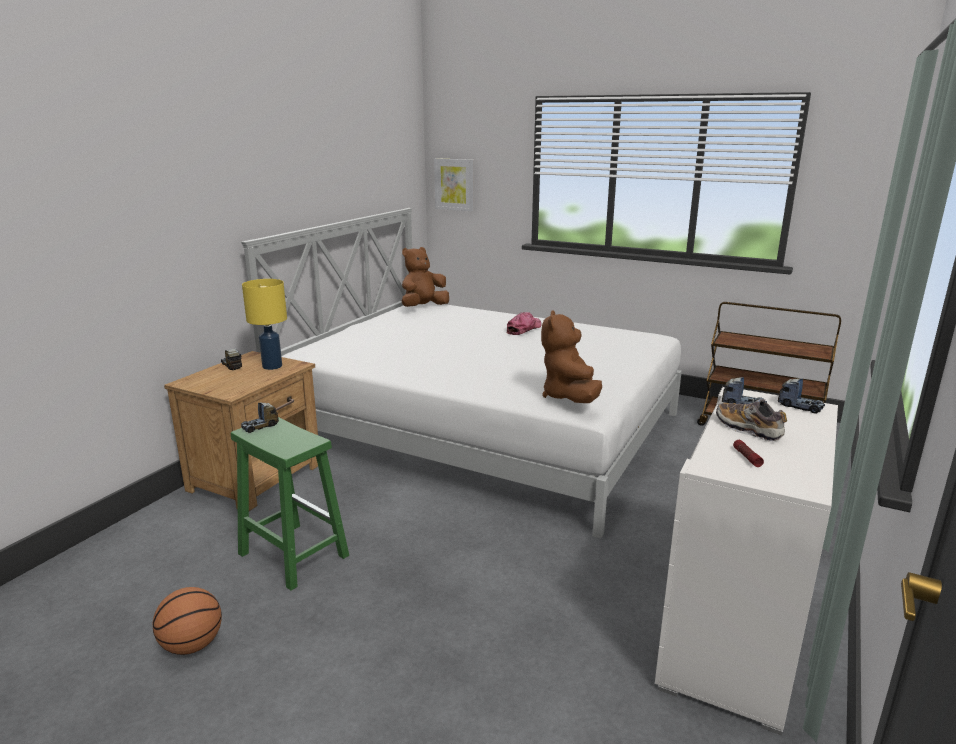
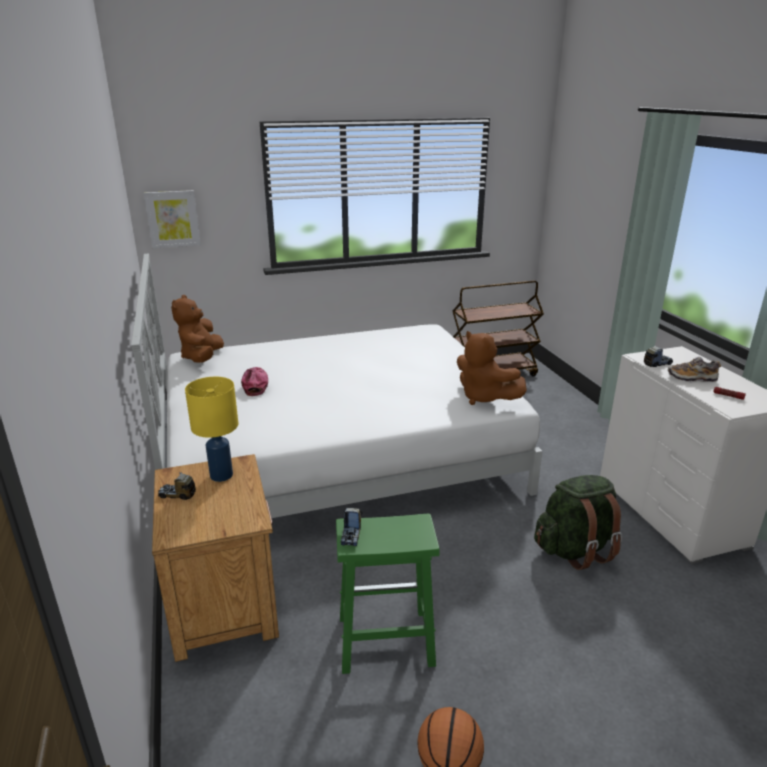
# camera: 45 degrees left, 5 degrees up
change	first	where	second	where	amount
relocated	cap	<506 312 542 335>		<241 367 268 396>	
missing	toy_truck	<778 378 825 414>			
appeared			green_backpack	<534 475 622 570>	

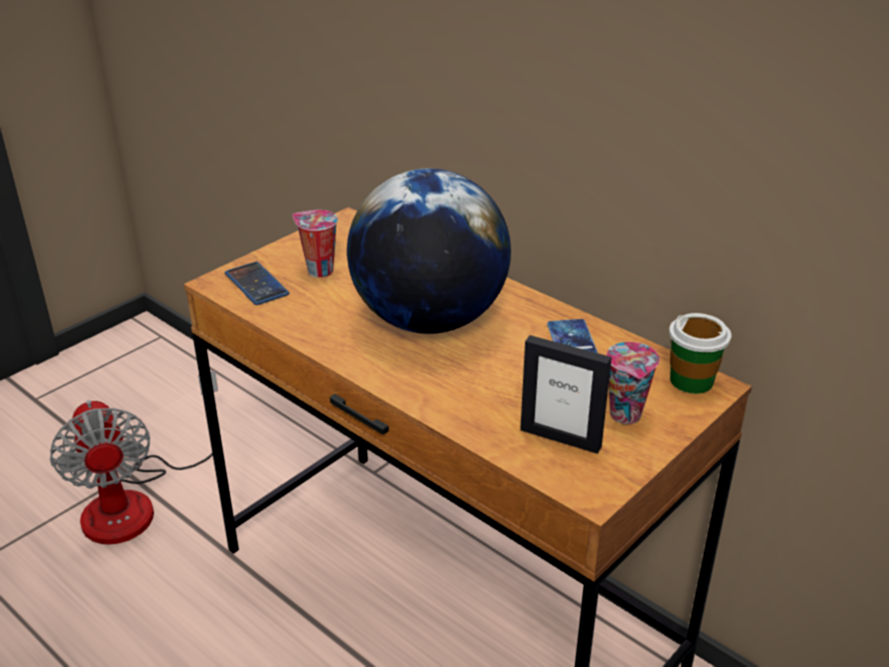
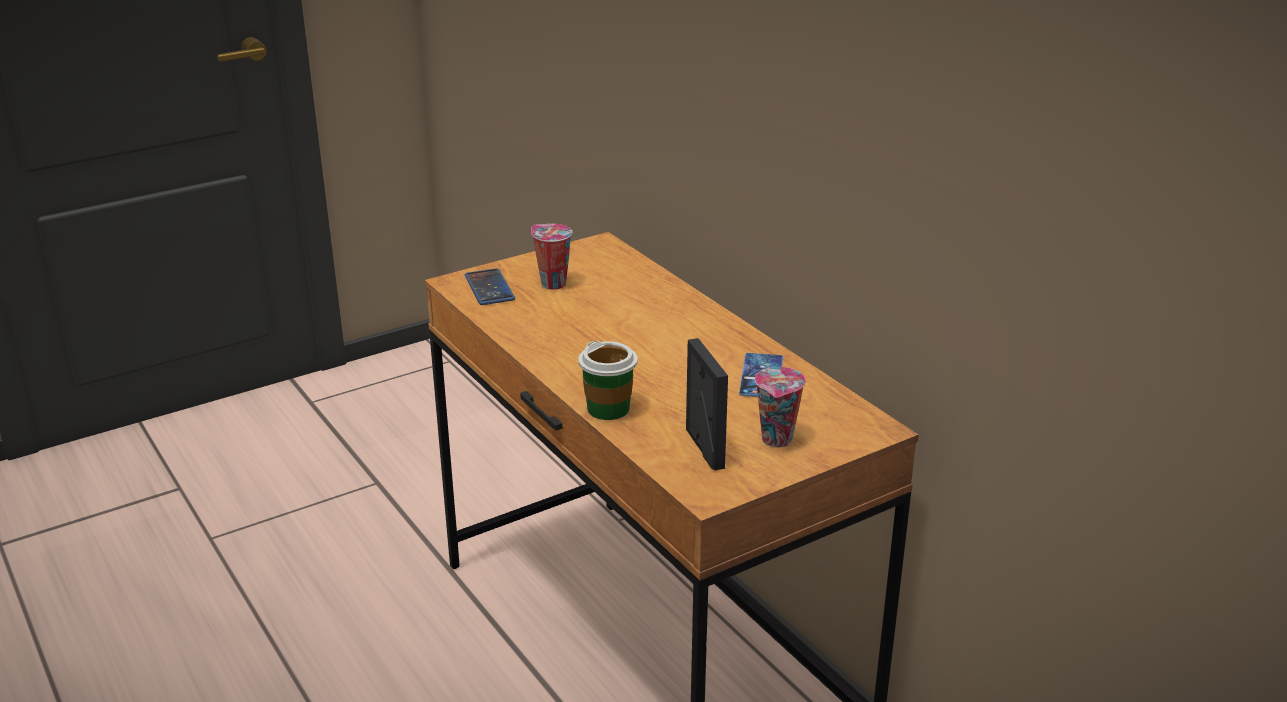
# camera: 15 degrees right, 5 degrees down
change	first	where	second	where	amount
missing	globe	<347 169 511 334>			
relocated	cup	<669 313 732 394>		<578 341 638 420>	
spun	picture_frame	<520 335 612 454>		<686 338 728 471>	150 degrees counterclockwise
missing	fan	<50 371 218 544>			

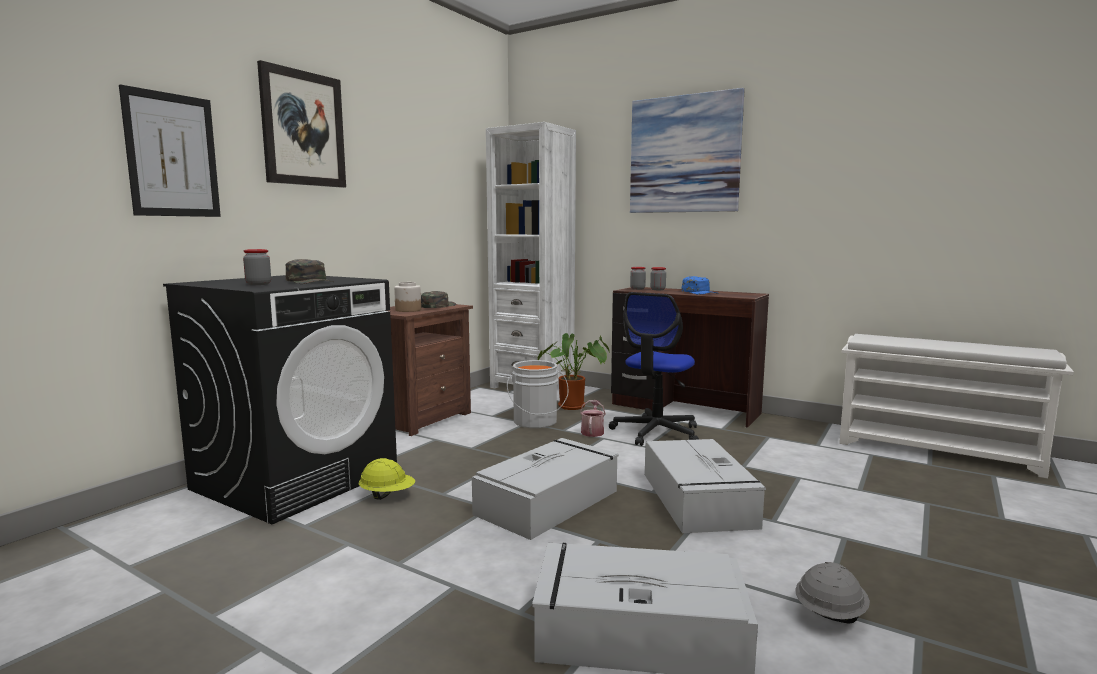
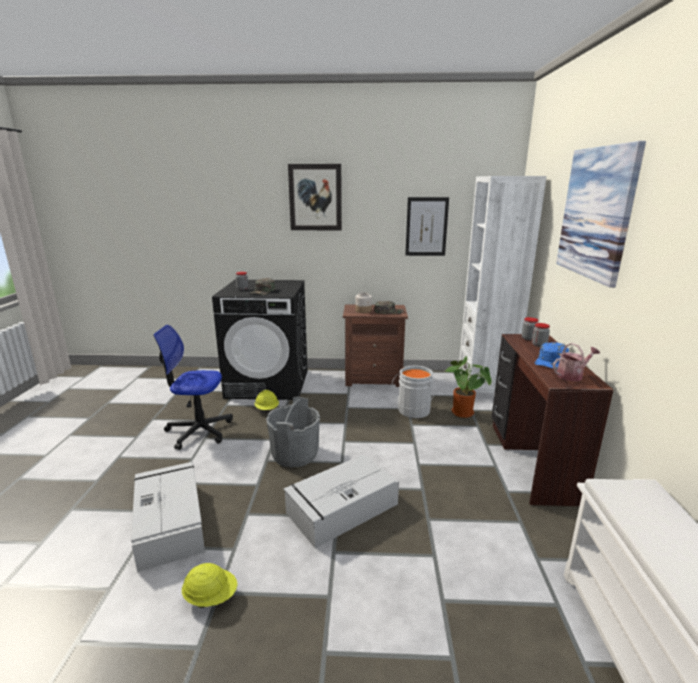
# camera: 60 degrees right, 10 degrees up
change	first	where	second	where	amount
relocated	picture	<119 84 221 217>		<405 197 449 256>	
relocated	office_chair	<609 292 699 446>		<153 325 233 450>	
relocated	watering_can	<580 400 606 437>		<553 343 600 381>	
exchanged	grey_storage_box	<472 438 619 540>	grey_bucket	<266 397 320 467>	
colour	grey_hard_hat	<795 562 870 623>	yellow_hard_hat	<182 563 237 608>	

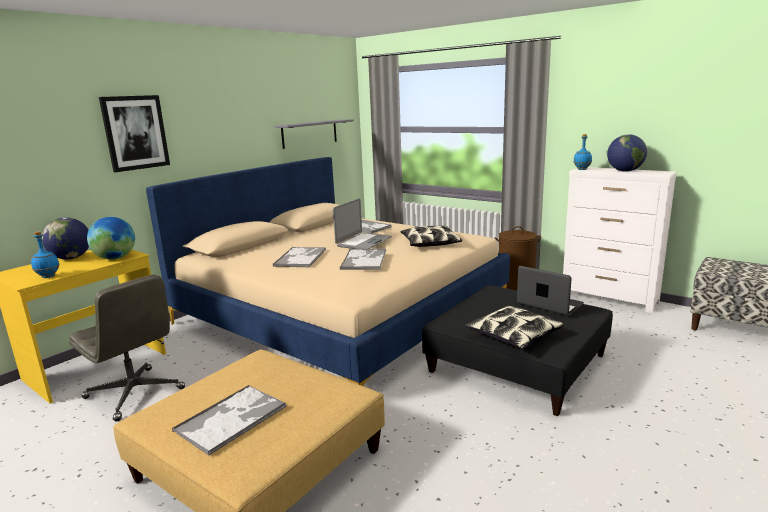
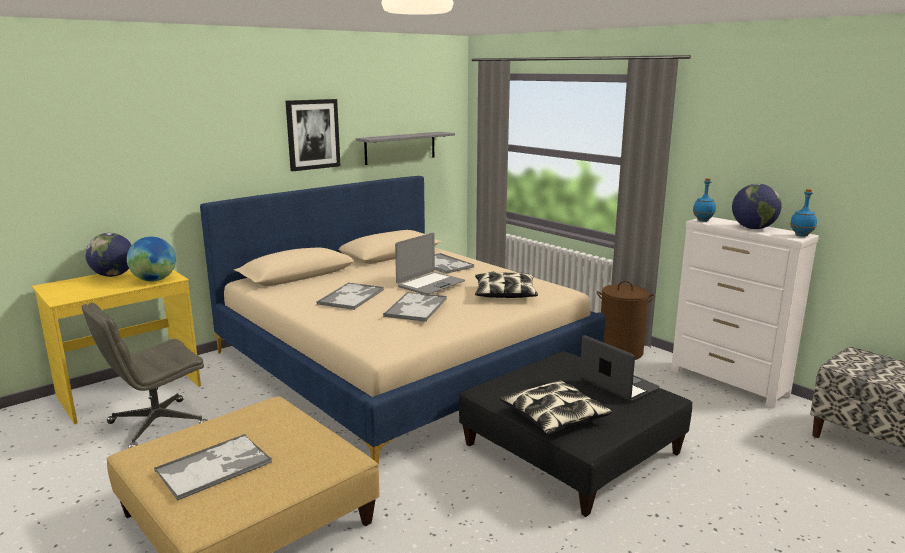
# camera: 10 degrees right, 0 degrees up
change	first	where	second	where	amount
relocated	picture	<99 95 170 172>		<286 99 341 171>	
relocated	blue_bottle	<31 231 59 278>		<790 189 817 237>	
spun	grey_office_chair	<69 275 185 422>		<82 303 208 448>	90 degrees clockwise

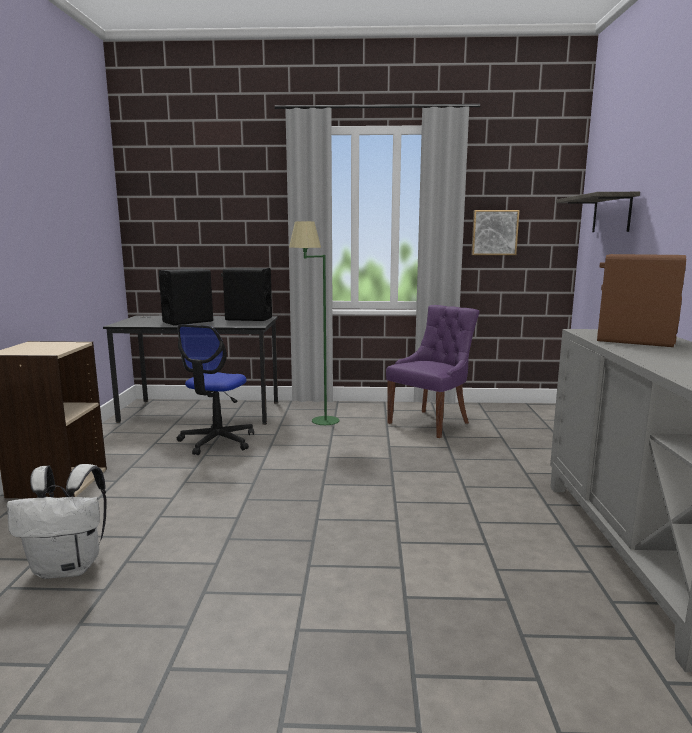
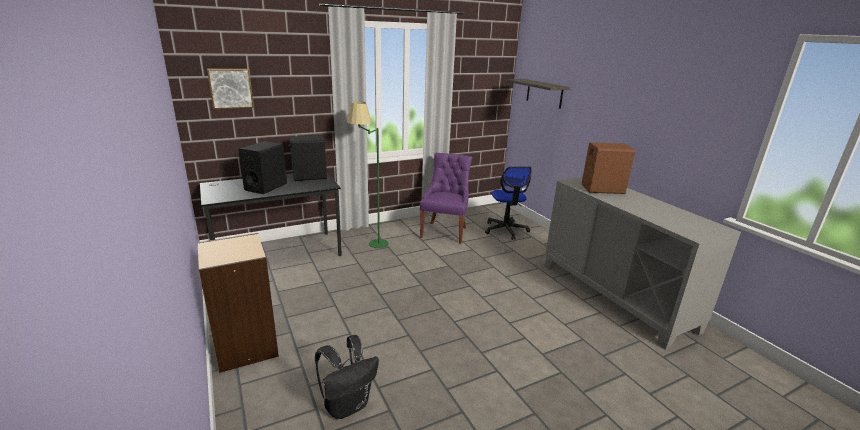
# camera: 30 degrees left, 10 degrees up
change	first	where	second	where	amount
relocated	picture	<471 210 519 255>		<207 69 254 110>	
relocated	office_chair	<177 324 254 455>		<485 166 531 240>	
colour	white_backpack	<7 464 107 579>	black_backpack	<315 335 379 419>	

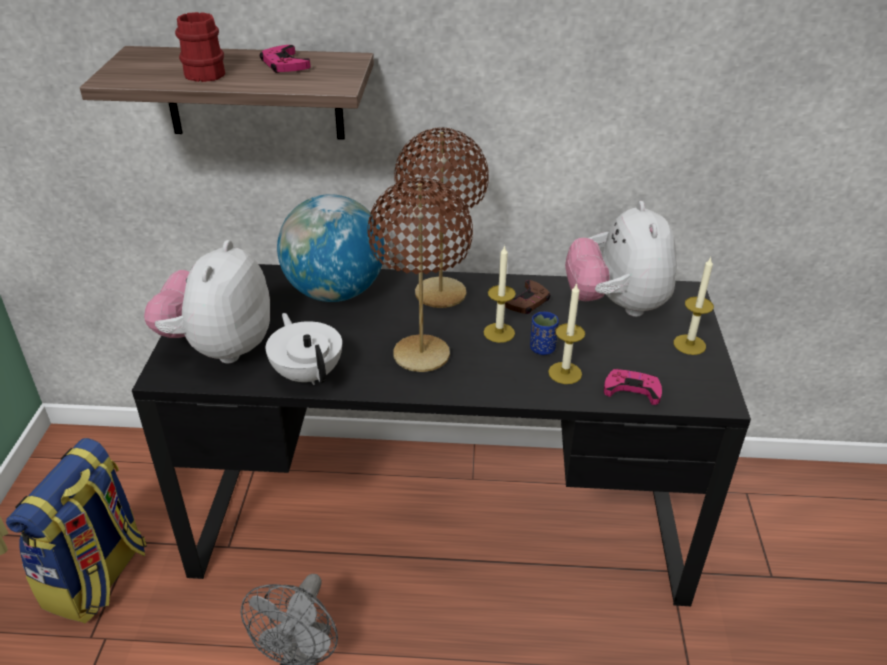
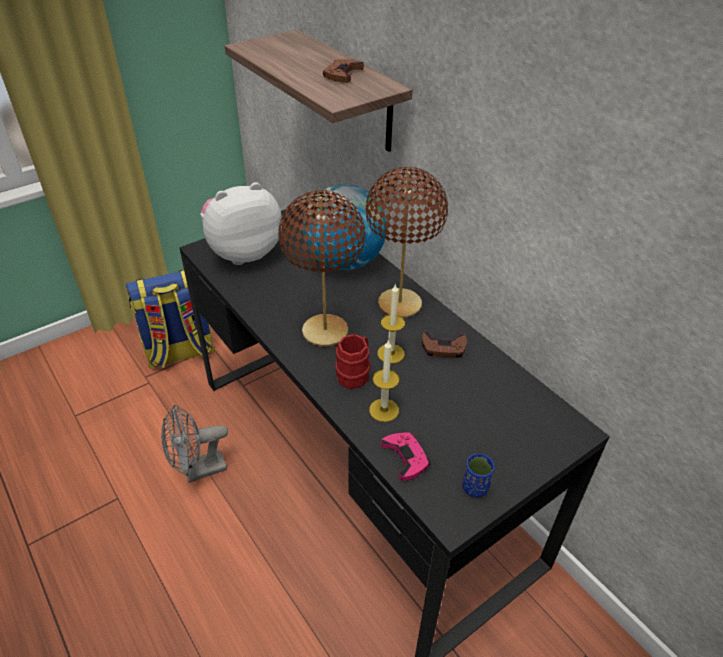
# camera: 50 degrees right, 5 degrees up
change	first	where	second	where	amount
relocated	red_mug	<175 12 225 82>		<335 334 370 389>	
colour	pink_game_controller	<260 45 311 73>	brown_game_controller	<323 59 364 83>	
missing	plush_toy	<565 201 677 317>			
missing	candle	<674 257 714 355>			
relocated	blue_cup	<530 312 559 355>		<462 454 494 497>	
missing	white_teapot	<266 313 342 385>			

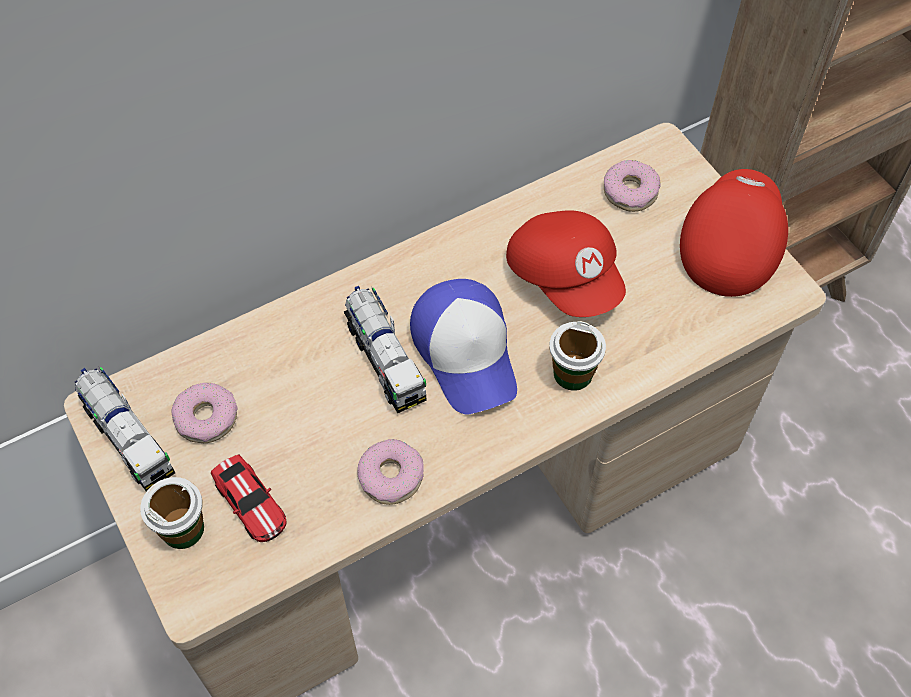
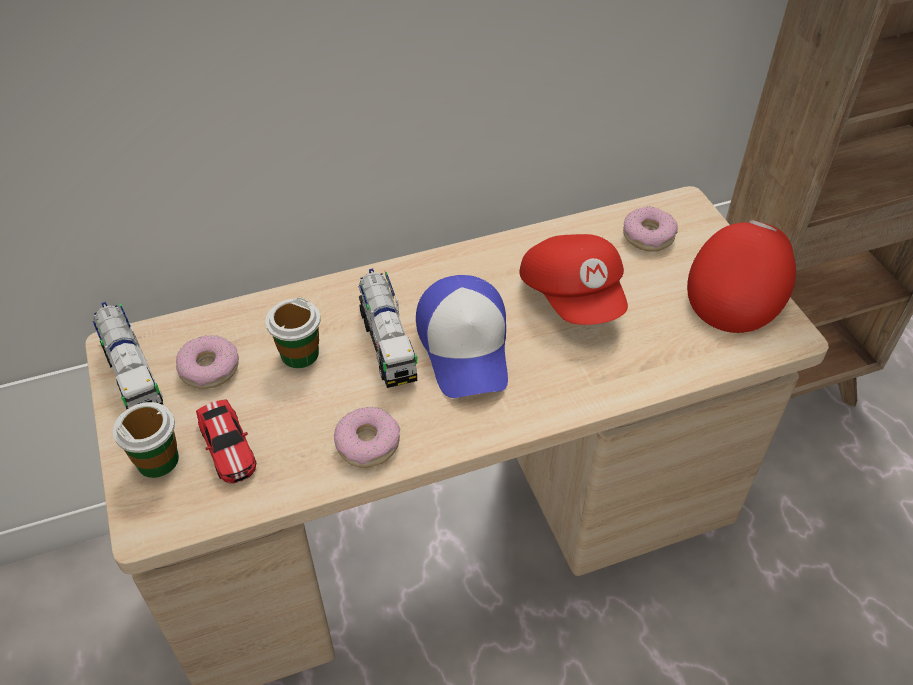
# camera: 10 degrees right, 10 degrees down
change	first	where	second	where	amount
relocated	cup	<549 321 606 391>		<265 297 320 368>	

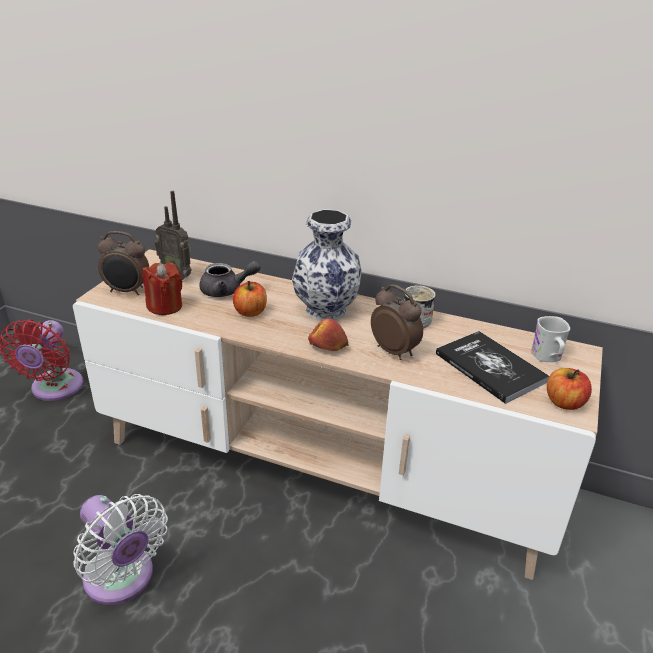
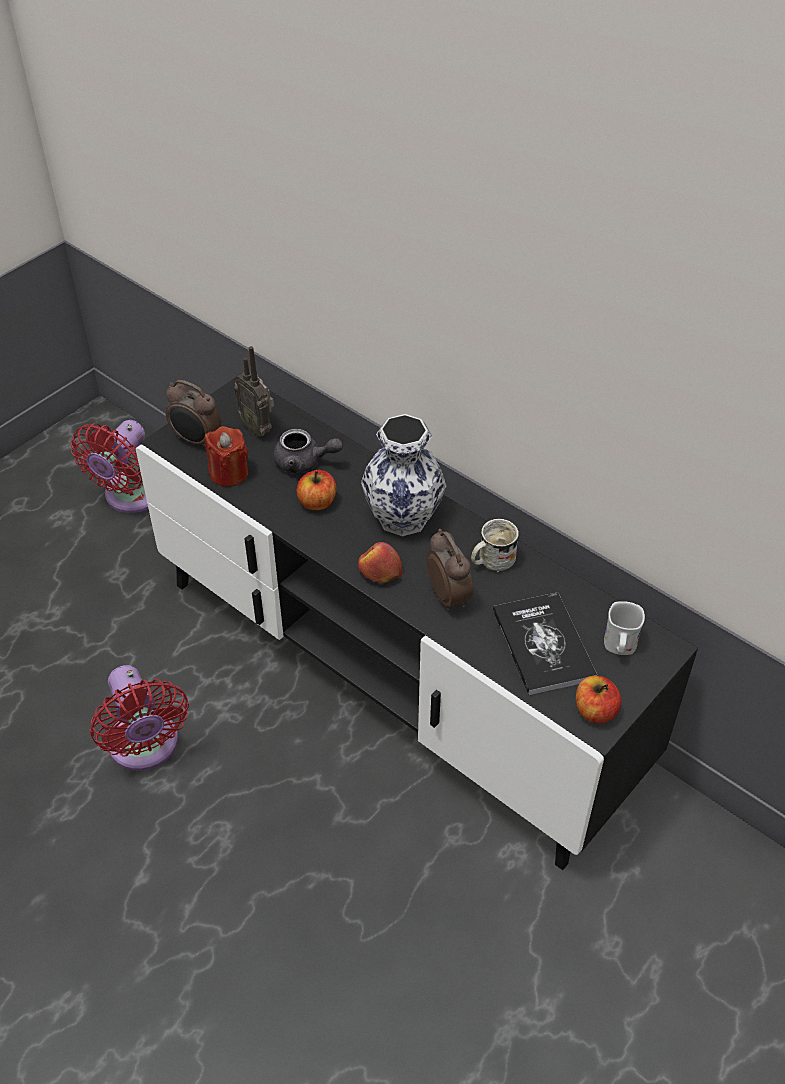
# camera: 20 degrees right, 15 degrees up
change	first	where	second	where	amount
colour	beige_tv_stand	<73 249 603 580>	black_tv_stand	<136 373 698 870>	
colour	white_fan	<73 494 168 605>	red_fan	<90 665 189 771>	

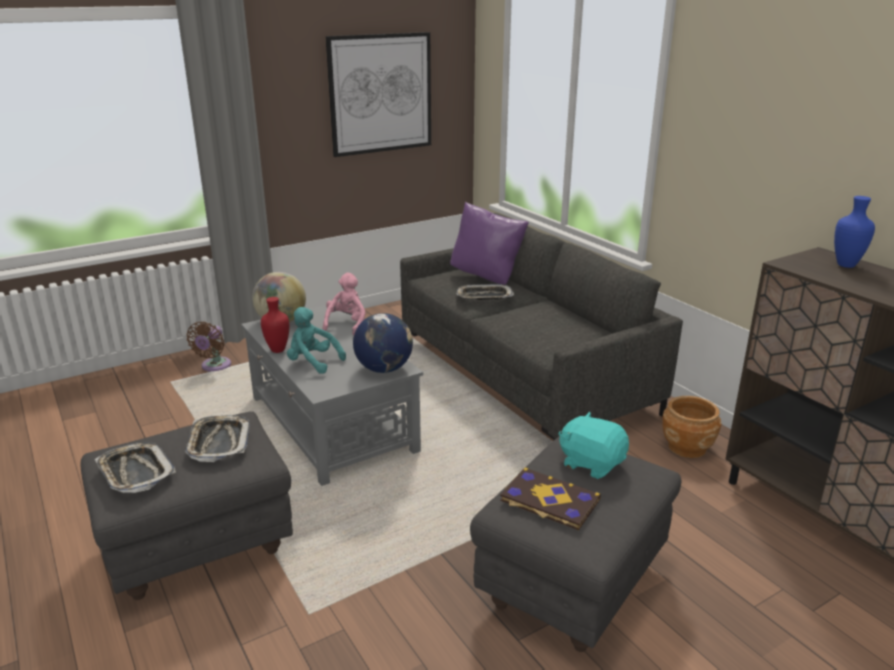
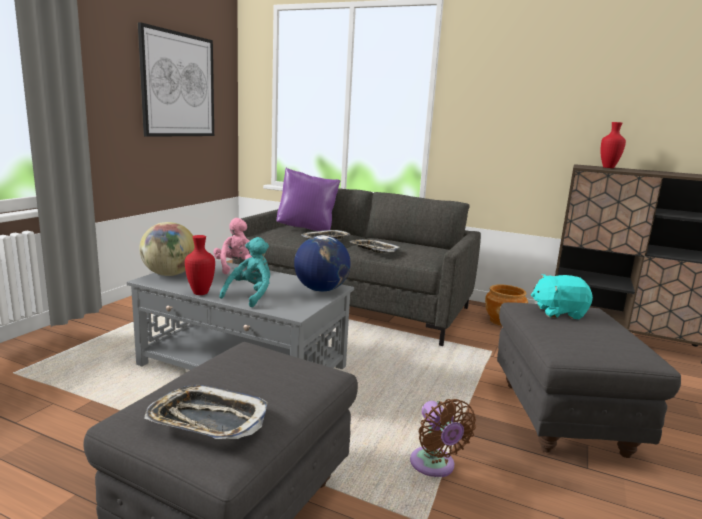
# camera: 35 degrees left, 10 degrees down
change	first	where	second	where	amount
colour	blue_vase	<834 196 875 268>	red_vase	<601 122 626 168>	
spun	turquoise_plush_toy	<287 307 346 374>		<219 237 270 307>	120 degrees clockwise
relocated	brown_fan	<186 322 231 372>		<410 399 476 477>	
relocated	tray	<185 415 250 462>		<350 239 401 253>	
missing	book	<500 467 601 530>			

